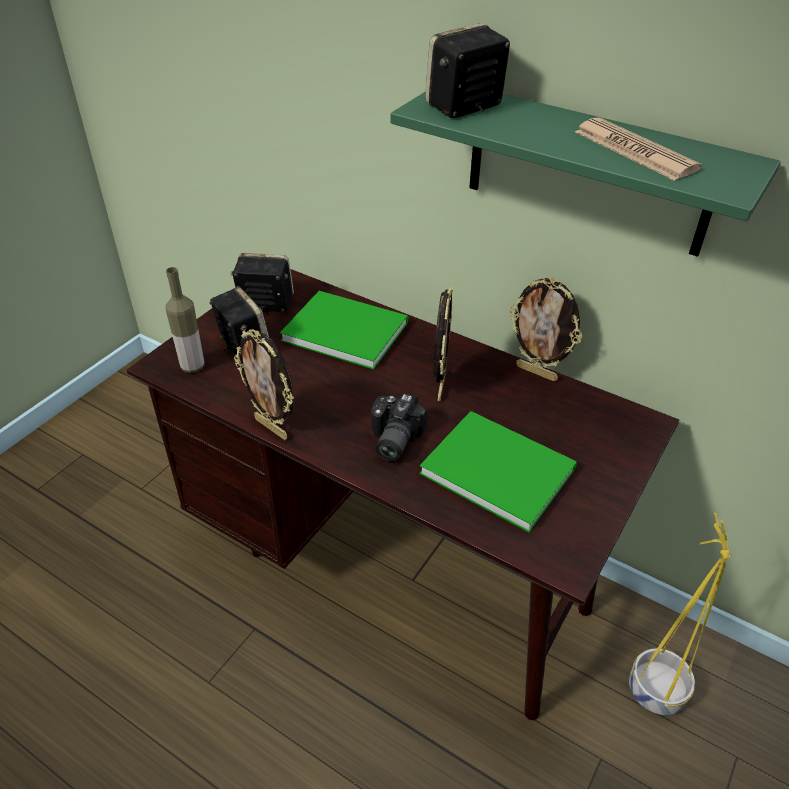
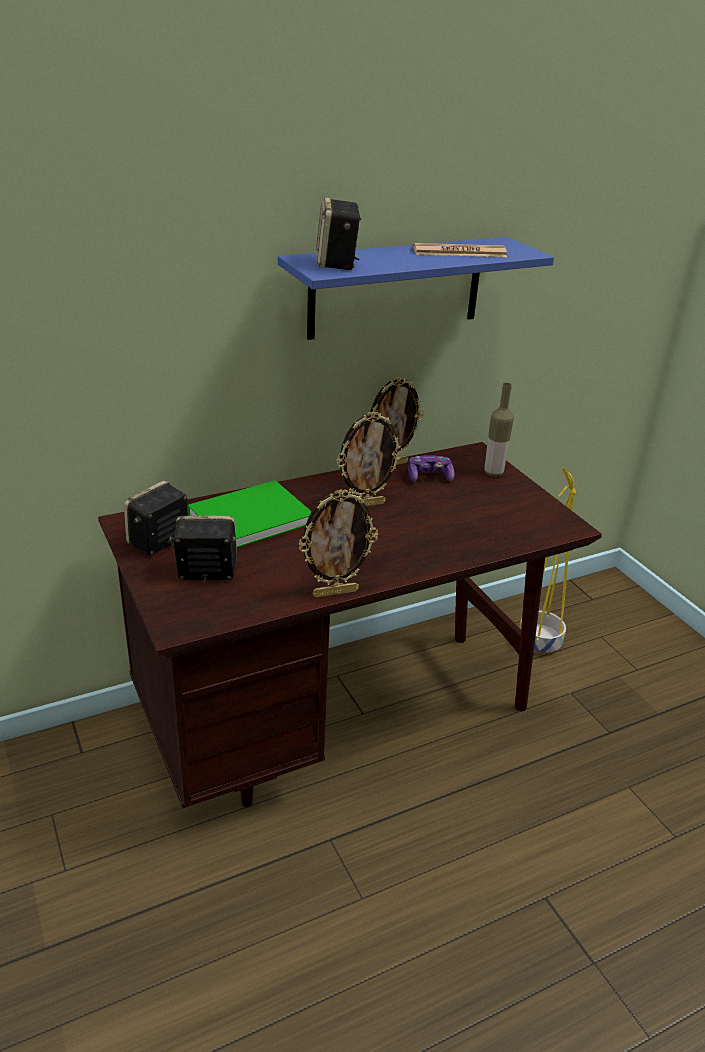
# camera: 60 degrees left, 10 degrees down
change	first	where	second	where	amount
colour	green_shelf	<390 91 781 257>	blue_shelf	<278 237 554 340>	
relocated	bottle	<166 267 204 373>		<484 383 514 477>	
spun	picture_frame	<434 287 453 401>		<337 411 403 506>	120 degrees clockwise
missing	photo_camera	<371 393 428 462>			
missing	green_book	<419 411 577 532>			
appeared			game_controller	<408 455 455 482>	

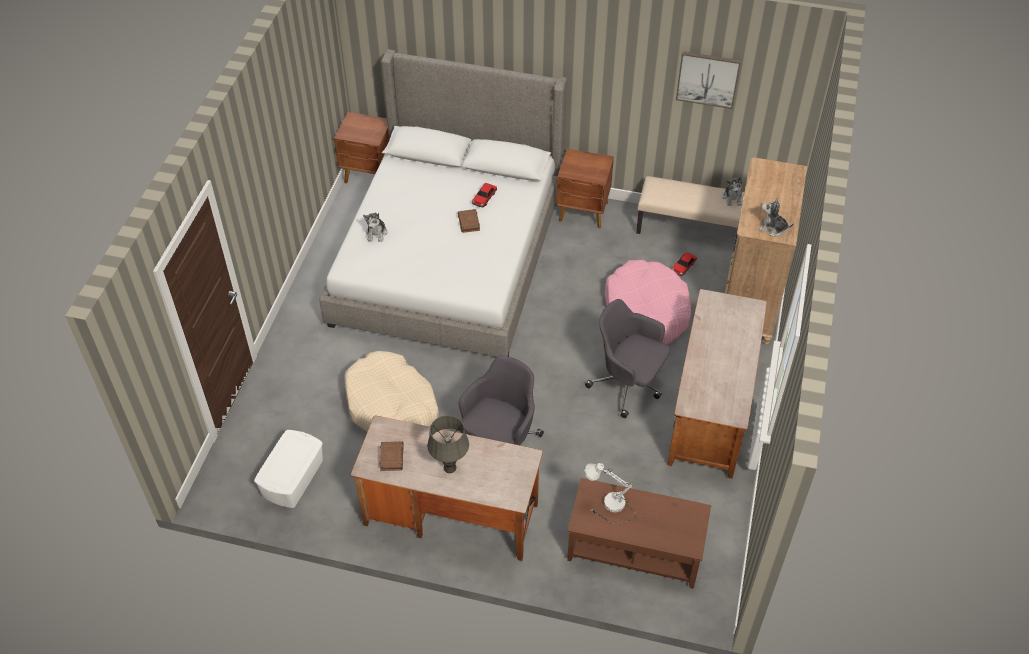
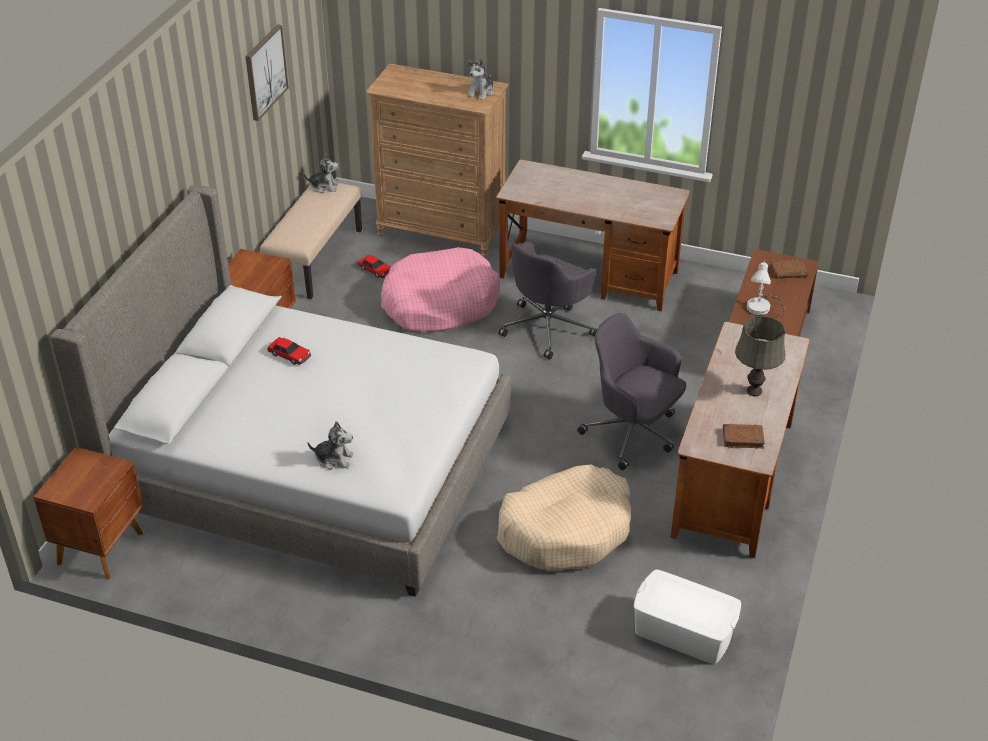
# camera: 85 degrees left, 10 degrees down
change	first	where	second	where	amount
relocated	brown_book	<458 209 480 233>		<770 259 808 279>	

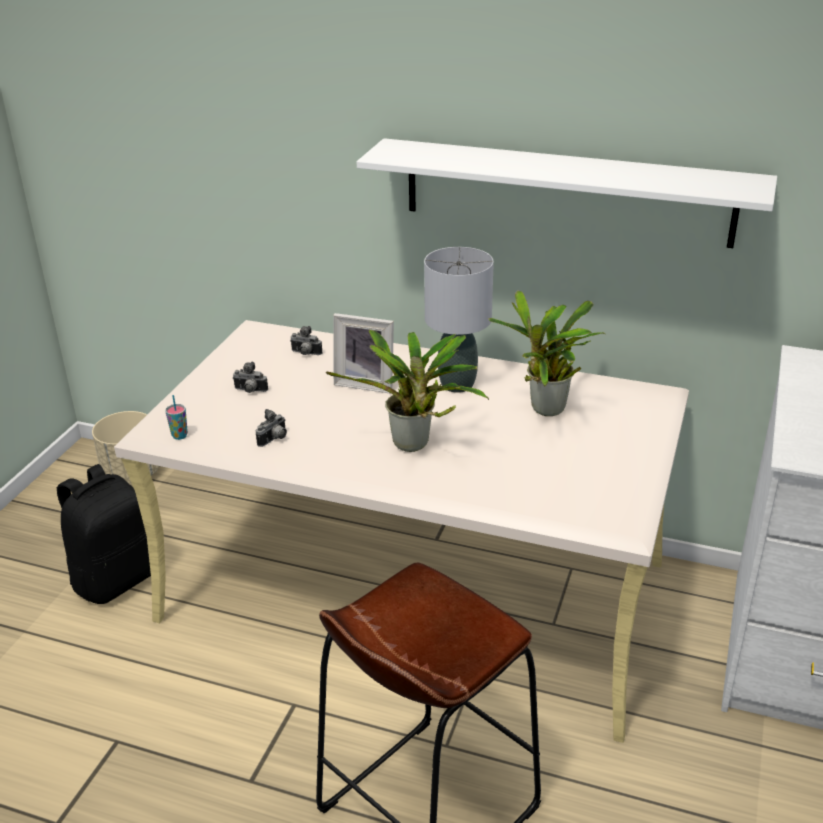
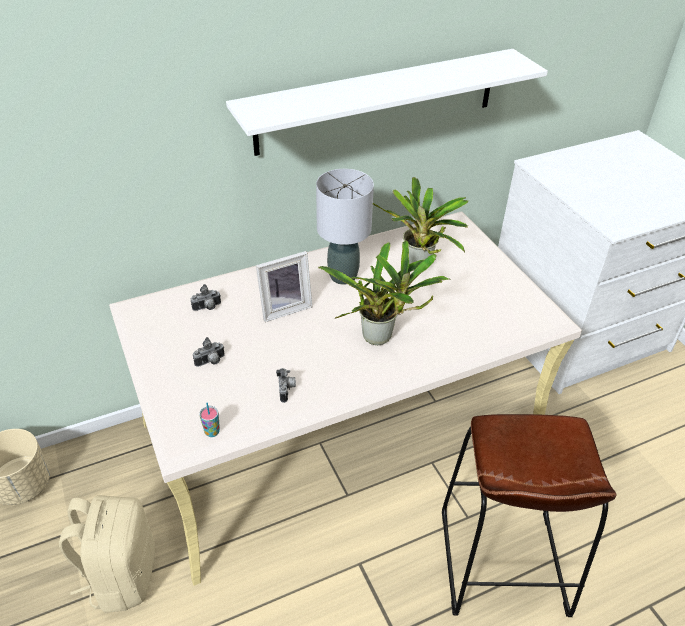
# camera: 45 degrees left, 10 degrees up
change	first	where	second	where	amount
colour	black_backpack	<57 464 151 604>	beige_backpack	<59 495 155 612>	

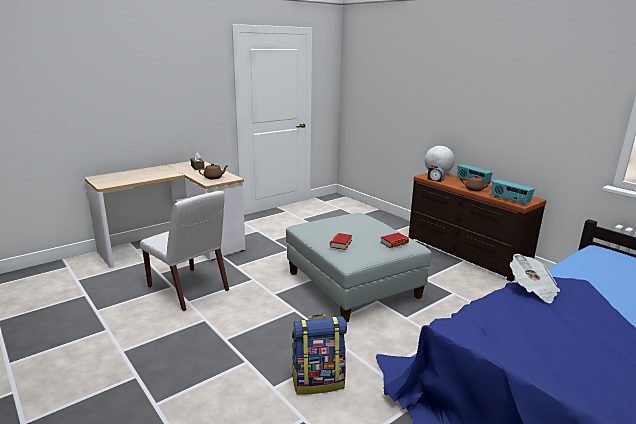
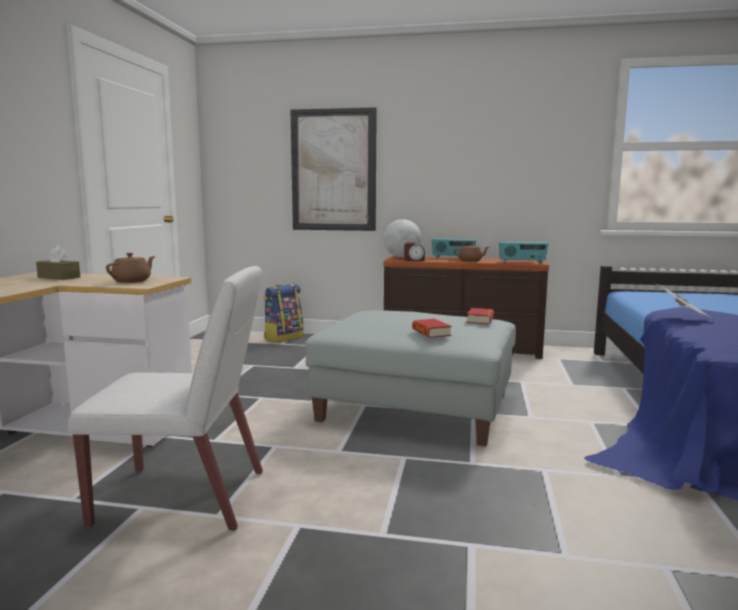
# camera: 40 degrees left, 10 degrees down
change	first	where	second	where	amount
relocated	backpack	<292 314 347 395>		<264 284 303 343>	
appeared			picture	<290 107 377 231>	

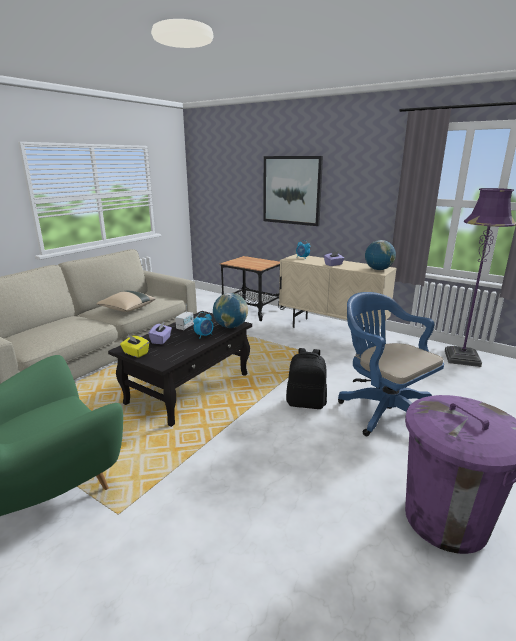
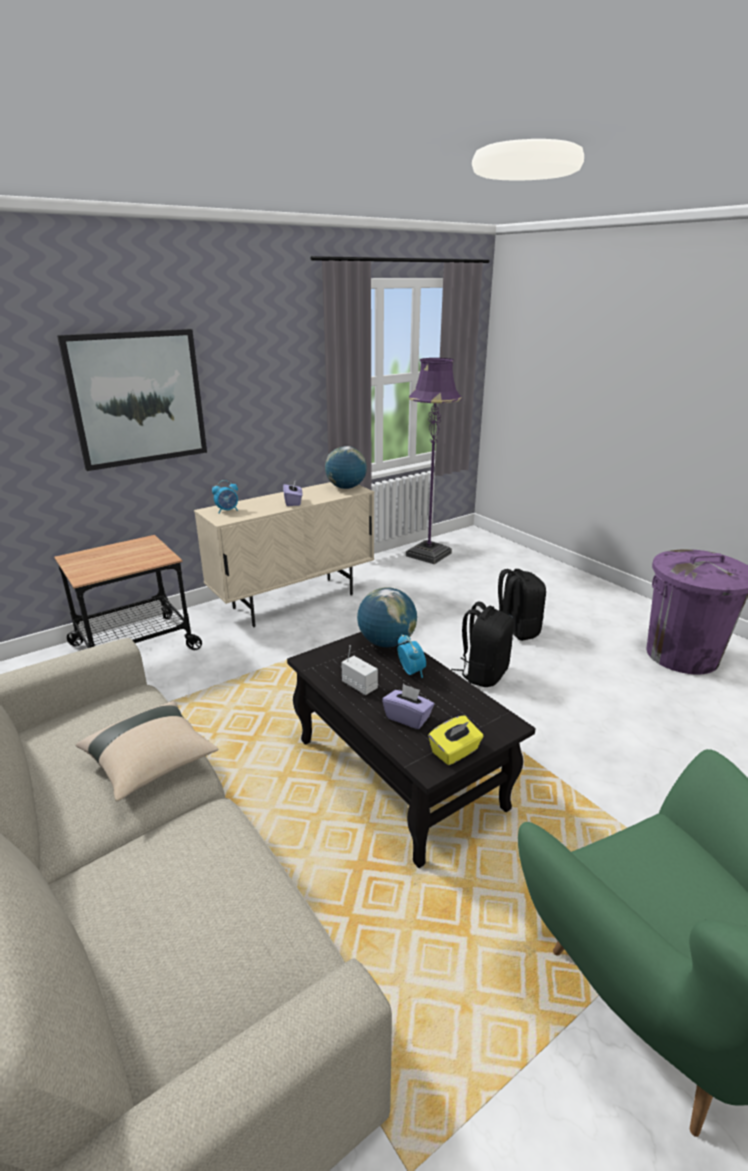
# camera: 70 degrees left, 5 degrees up
change	first	where	second	where	amount
exchanged	blue_office_chair	<338 292 444 436>	black_backpack	<498 569 546 641>	

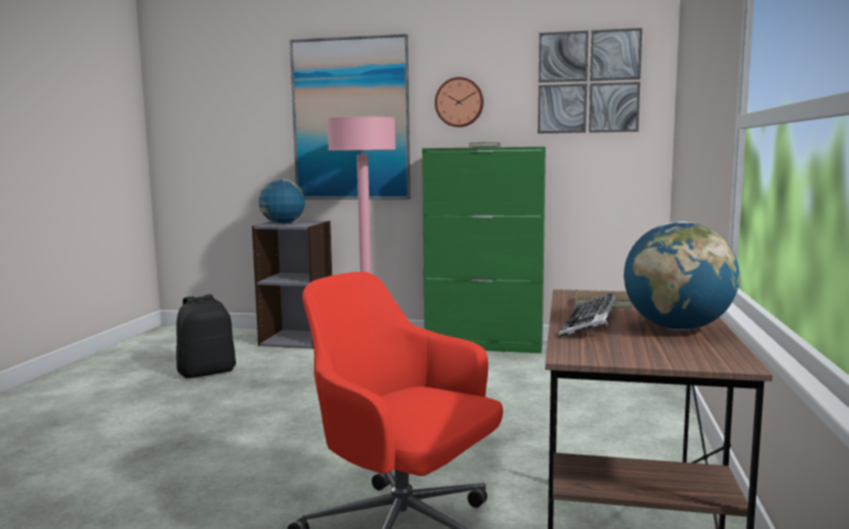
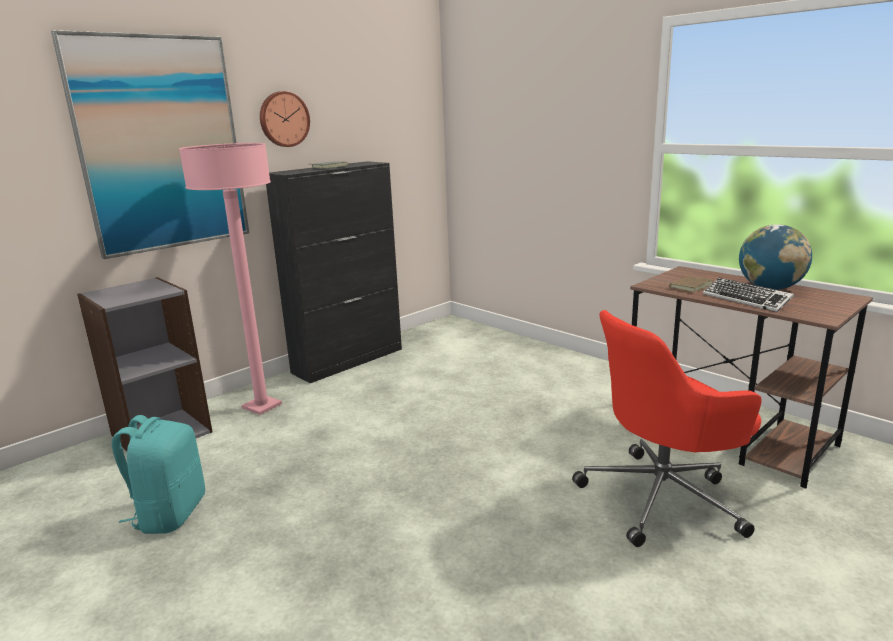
# camera: 55 degrees left, 10 degrees up
change	first	where	second	where	amount
missing	picture	<538 28 642 133>			
colour	green_cabinet	<422 147 546 353>	black_cabinet	<266 161 402 383>	
missing	globe	<259 178 305 224>			
colour	black_backpack	<176 294 236 378>	turquoise_backpack	<112 415 205 534>	

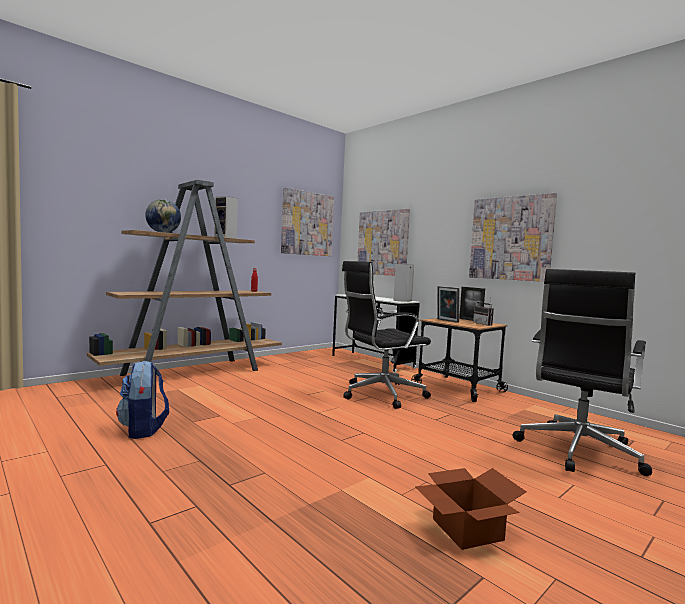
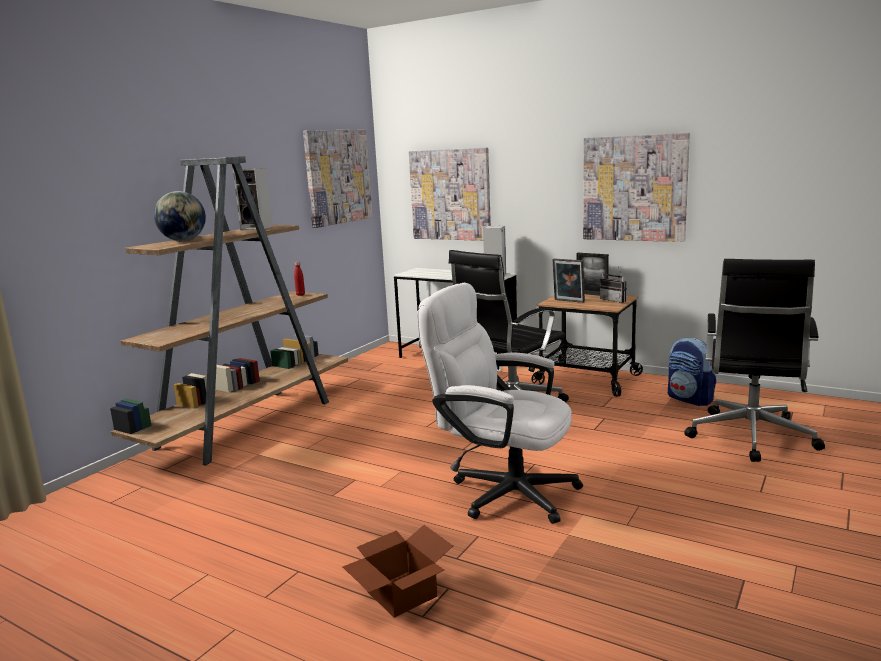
# camera: 15 degrees left, 10 degrees up
change	first	where	second	where	amount
relocated	backpack	<116 360 169 439>		<668 338 716 406>	
relocated	cardboard_box	<415 468 527 550>		<342 525 453 618>	
appeared			white_office_chair	<417 283 583 524>	

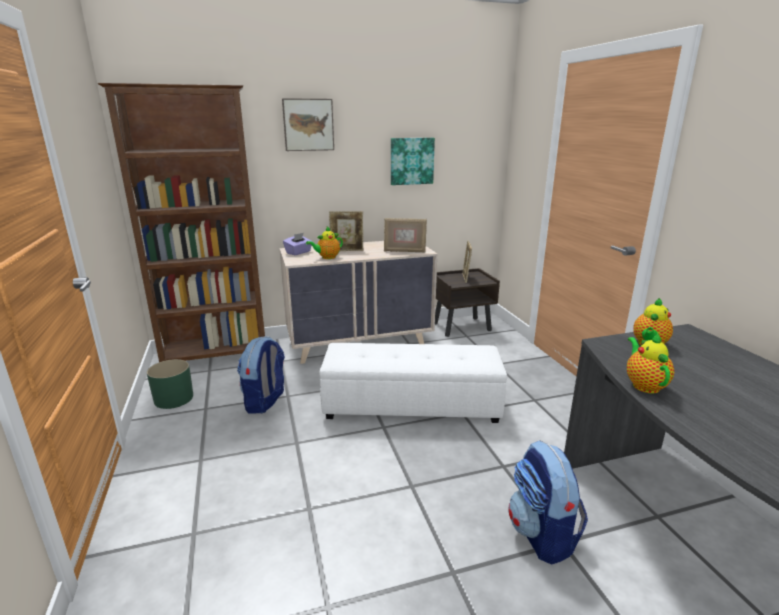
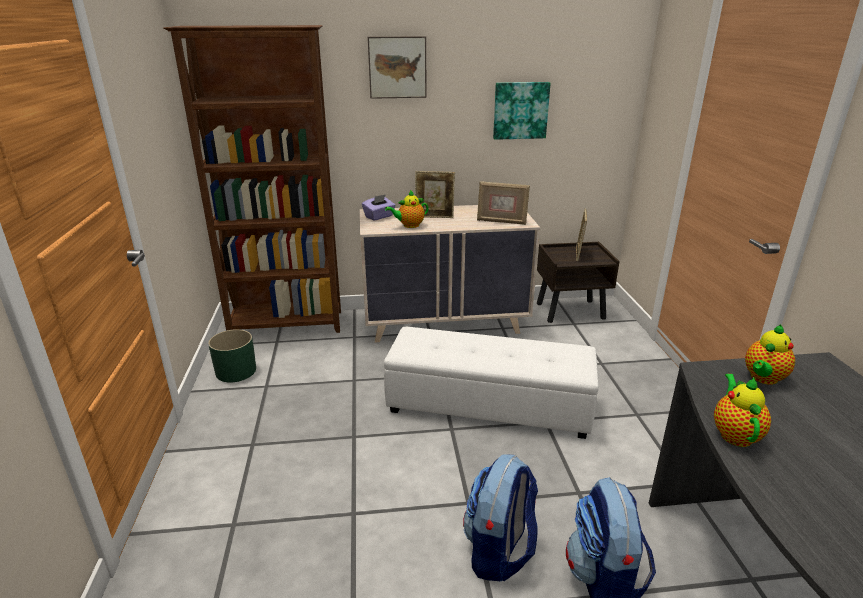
# camera: 10 degrees right, 5 degrees up
change	first	where	second	where	amount
relocated	backpack	<237 336 285 414>		<463 454 538 581>	

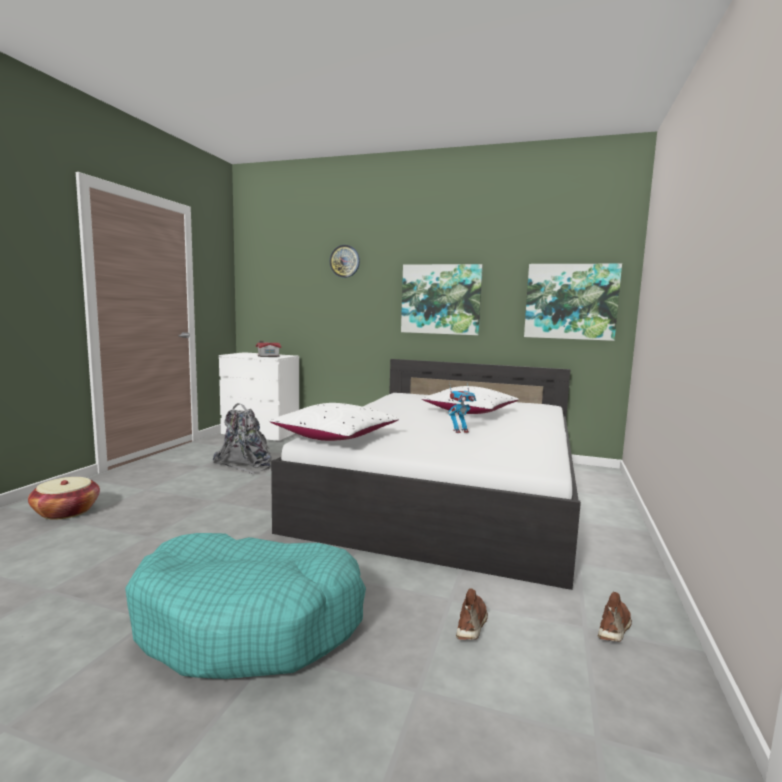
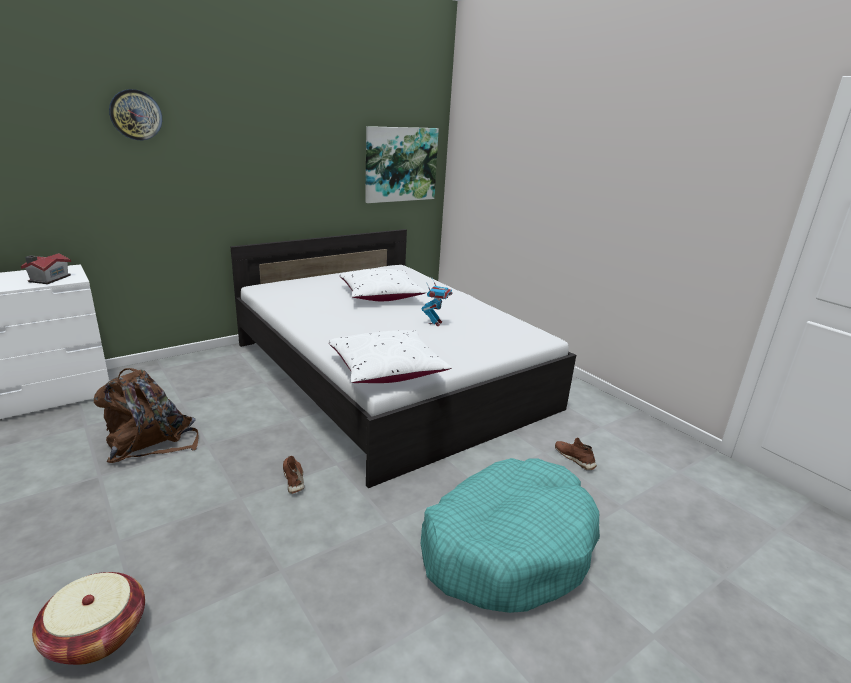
# camera: 55 degrees left, 15 degrees up
change	first	where	second	where	amount
missing	picture	<401 264 483 335>			
colour	grey_backpack	<213 403 272 474>	brown_backpack	<94 368 199 463>	
relocated	brown_shoe	<597 592 632 642>		<283 456 304 494>	

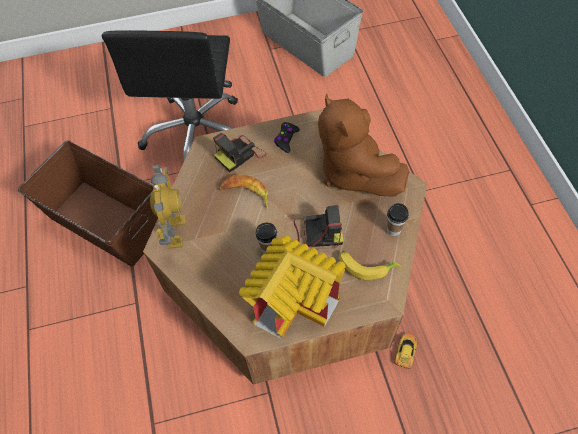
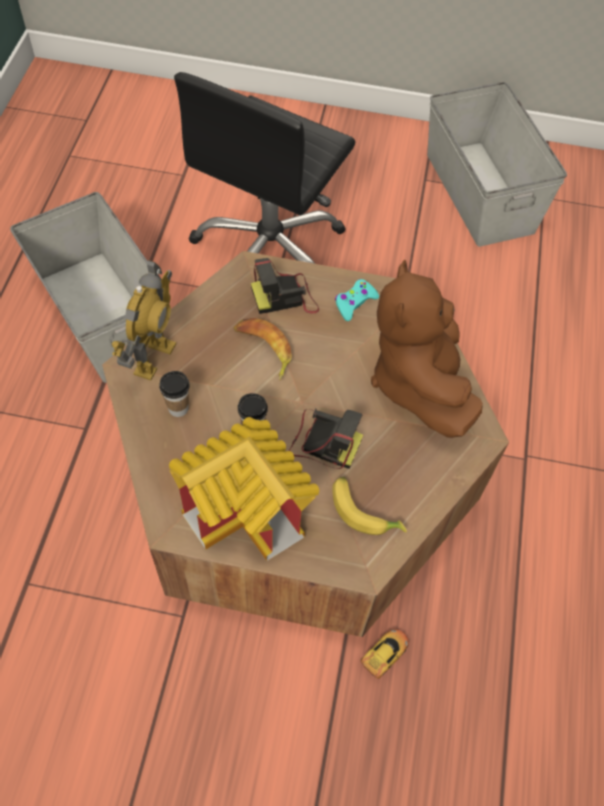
# camera: 20 degrees right, 0 degrees up
change	first	where	second	where	amount
colour	black_game_controller	<274 122 300 153>	turquoise_game_controller	<335 279 379 321>	
colour	brown_storage_box	<18 140 158 267>	grey_storage_box	<10 192 170 383>	
relocated	cup	<387 203 409 236>		<159 371 190 417>	

